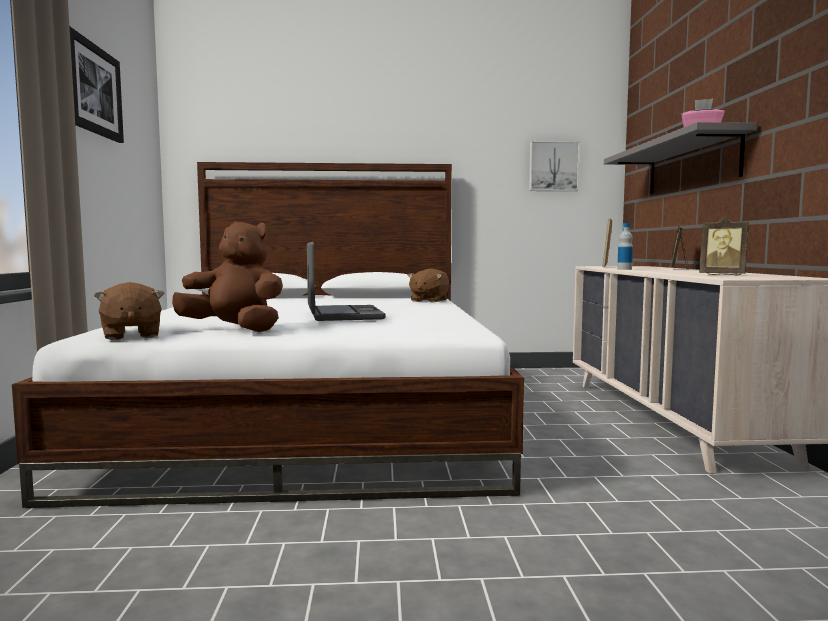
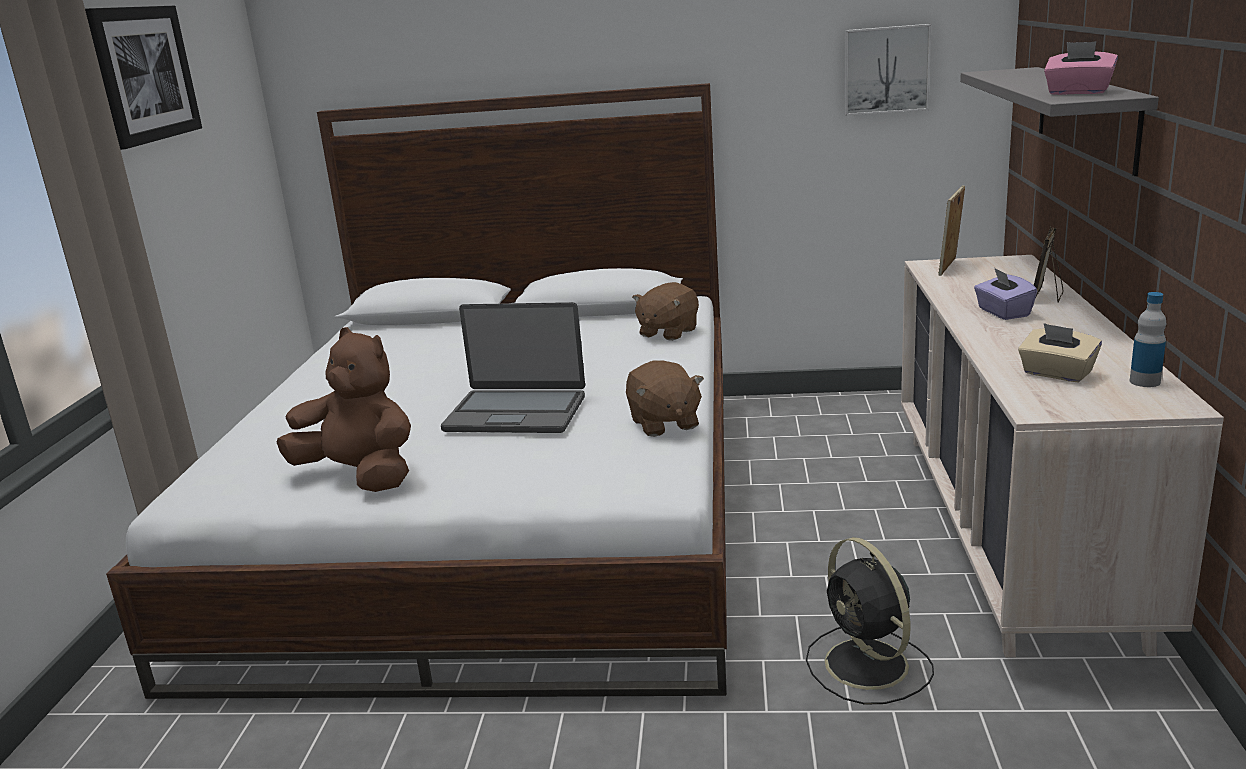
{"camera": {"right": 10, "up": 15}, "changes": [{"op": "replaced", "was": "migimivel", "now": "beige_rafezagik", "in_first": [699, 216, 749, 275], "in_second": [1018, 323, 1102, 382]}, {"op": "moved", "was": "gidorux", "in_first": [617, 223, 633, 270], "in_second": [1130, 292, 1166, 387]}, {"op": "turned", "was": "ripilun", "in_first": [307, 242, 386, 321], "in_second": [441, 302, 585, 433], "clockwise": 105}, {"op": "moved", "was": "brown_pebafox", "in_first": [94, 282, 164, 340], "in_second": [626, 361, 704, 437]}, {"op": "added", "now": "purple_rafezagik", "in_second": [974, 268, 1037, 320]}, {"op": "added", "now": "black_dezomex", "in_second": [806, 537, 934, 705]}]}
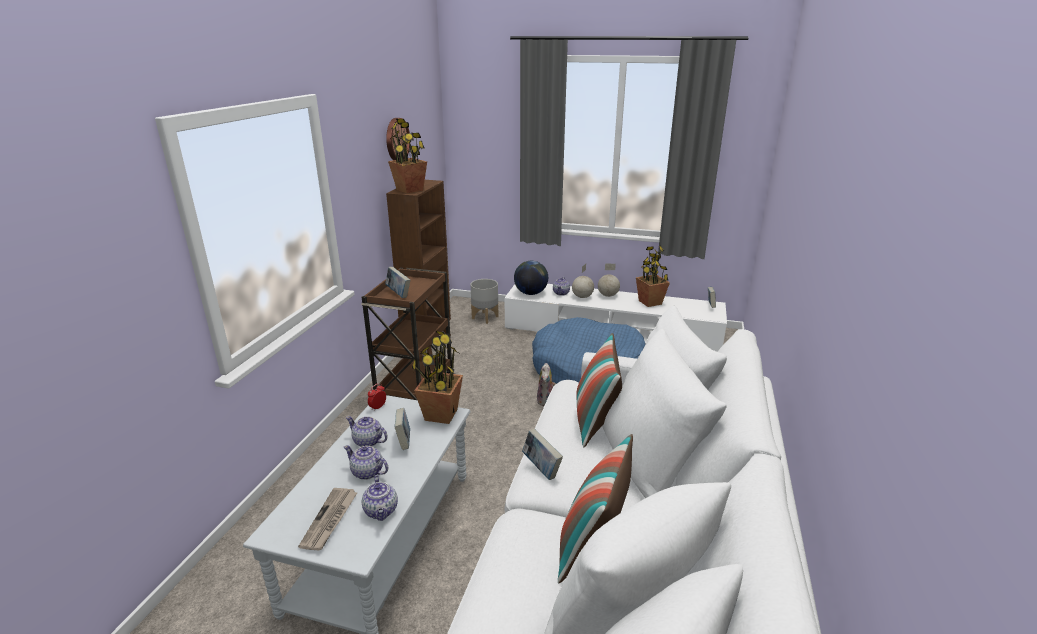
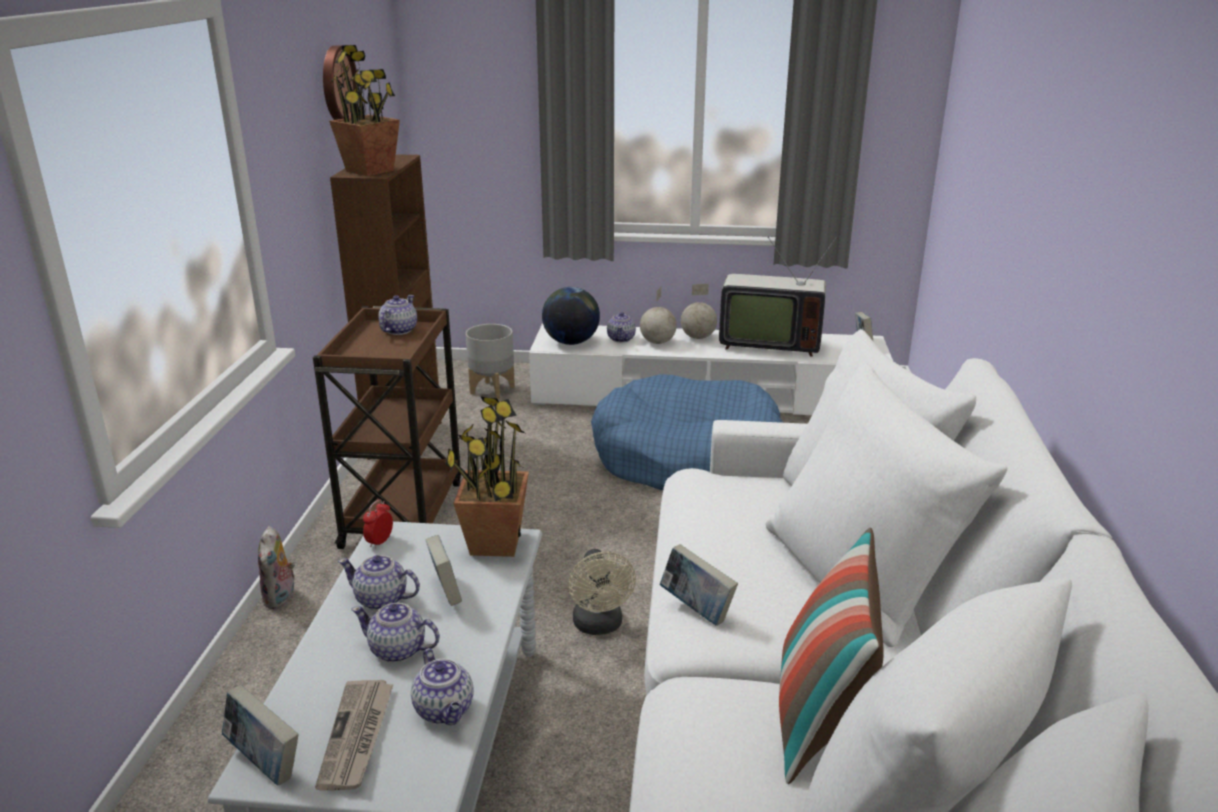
{"camera": {"right": -10, "up": 0}, "changes": [{"op": "replaced", "was": "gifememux", "now": "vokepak", "in_first": [636, 245, 670, 307], "in_second": [719, 237, 837, 357]}, {"op": "moved", "was": "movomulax", "in_first": [385, 267, 410, 298], "in_second": [222, 685, 299, 785]}, {"op": "removed", "was": "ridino", "in_first": [576, 333, 622, 447]}, {"op": "moved", "was": "pebafox", "in_first": [537, 363, 556, 406], "in_second": [258, 526, 297, 609]}, {"op": "added", "now": "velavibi", "in_second": [378, 295, 417, 335]}, {"op": "added", "now": "beige_dezomex", "in_second": [568, 549, 636, 635]}]}
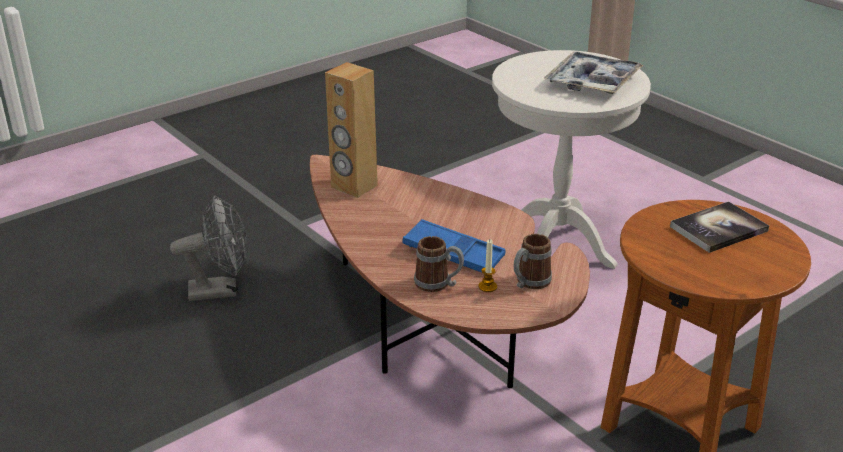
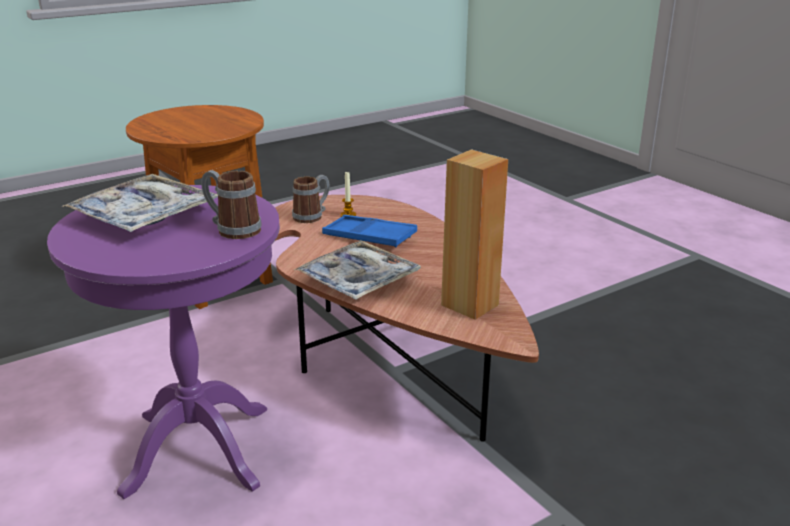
{"camera": {"right": -175, "up": -5}, "changes": [{"op": "recoloured", "was": "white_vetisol", "now": "purple_vetisol", "in_first": [492, 50, 651, 269], "in_second": [47, 185, 280, 499]}, {"op": "removed", "was": "grey_dezomex", "in_first": [170, 196, 248, 301]}, {"op": "removed", "was": "movomulax", "in_first": [670, 201, 769, 253]}, {"op": "moved", "was": "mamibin", "in_first": [414, 236, 464, 292], "in_second": [201, 170, 261, 239]}, {"op": "added", "now": "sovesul", "in_second": [294, 240, 421, 300]}]}
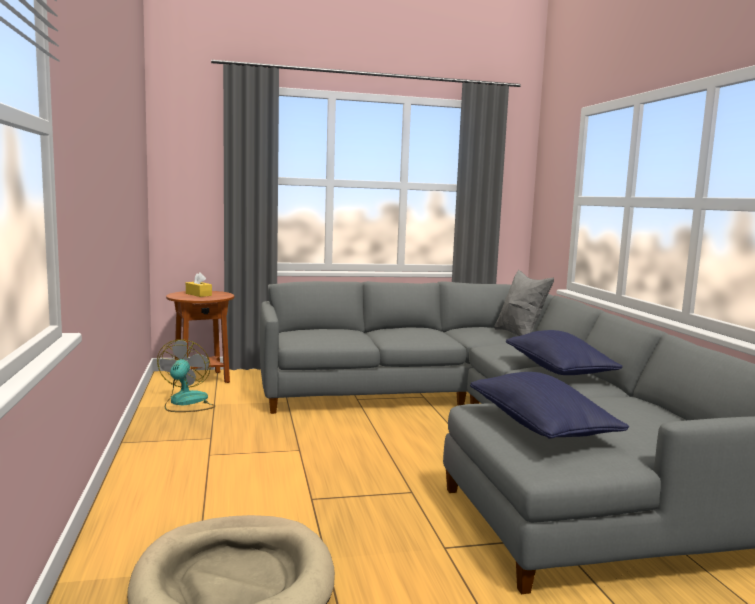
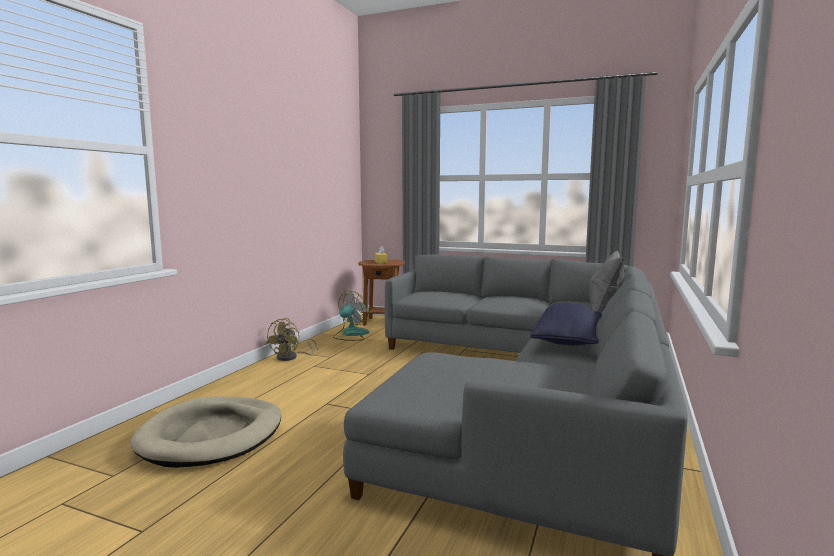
{"camera": {"right": 35, "up": 0}, "changes": [{"op": "removed", "was": "blue_ridino", "in_first": [470, 372, 629, 439]}, {"op": "added", "now": "yellow_dezomex", "in_second": [266, 318, 318, 361]}]}
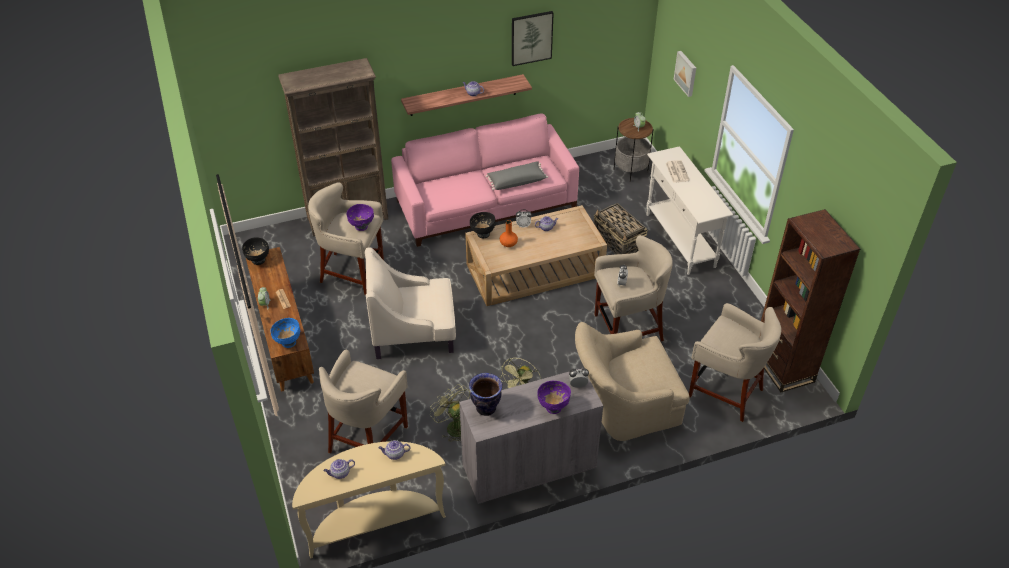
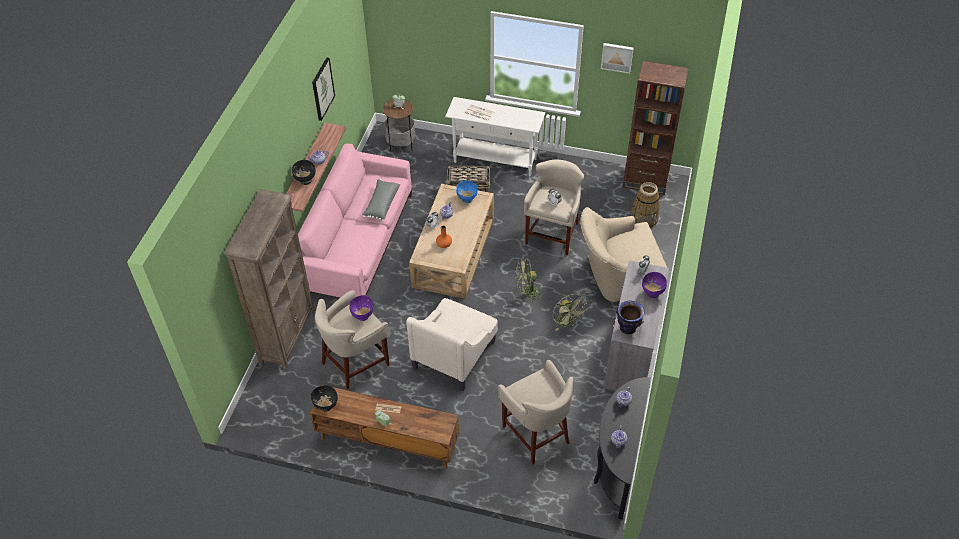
{"camera": {"right": -55, "up": 5}, "changes": [{"op": "moved", "was": "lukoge", "in_first": [674, 51, 696, 97], "in_second": [601, 43, 634, 74]}, {"op": "moved", "was": "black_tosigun", "in_first": [470, 212, 495, 238], "in_second": [292, 160, 316, 185]}, {"op": "replaced", "was": "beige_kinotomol", "now": "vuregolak", "in_first": [689, 303, 781, 422], "in_second": [630, 182, 659, 228]}, {"op": "moved", "was": "blue_tosigun", "in_first": [271, 318, 300, 348], "in_second": [456, 180, 478, 203]}, {"op": "turned", "was": "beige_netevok", "in_first": [575, 322, 690, 441], "in_second": [580, 207, 667, 302], "clockwise": 60}, {"op": "moved", "was": "green_dezomex", "in_first": [430, 385, 470, 442], "in_second": [516, 258, 544, 302]}, {"op": "recoloured", "was": "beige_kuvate", "now": "black_kuvate", "in_first": [292, 441, 446, 559], "in_second": [594, 377, 651, 519]}]}
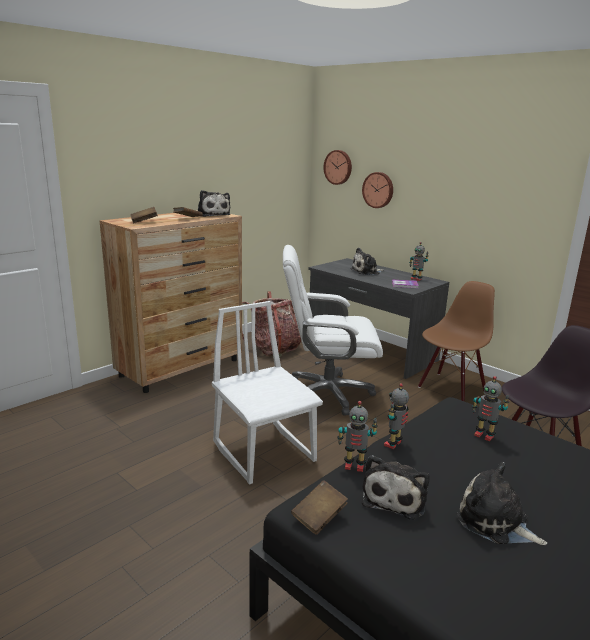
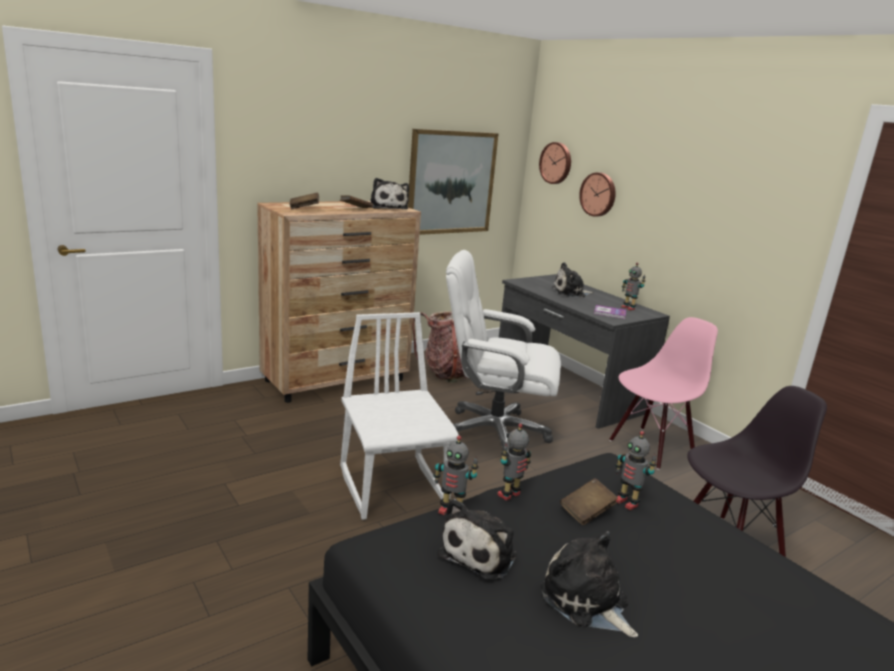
{"camera": {"right": 10, "up": 0}, "changes": [{"op": "recoloured", "was": "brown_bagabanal", "now": "pink_bagabanal", "in_first": [418, 281, 495, 402], "in_second": [609, 317, 718, 470]}, {"op": "moved", "was": "brown_movomulax", "in_first": [291, 480, 348, 535], "in_second": [560, 478, 618, 525]}, {"op": "added", "now": "lukoge", "in_second": [408, 129, 498, 235]}]}
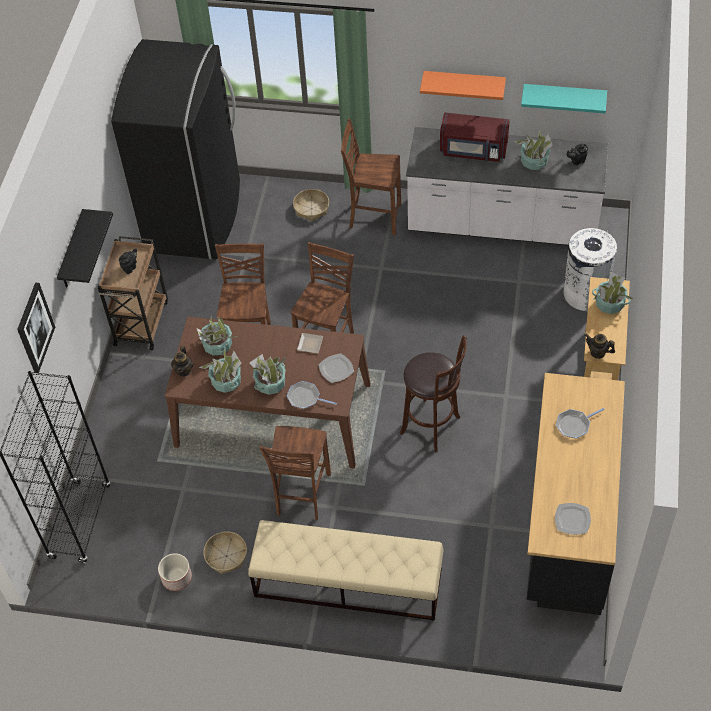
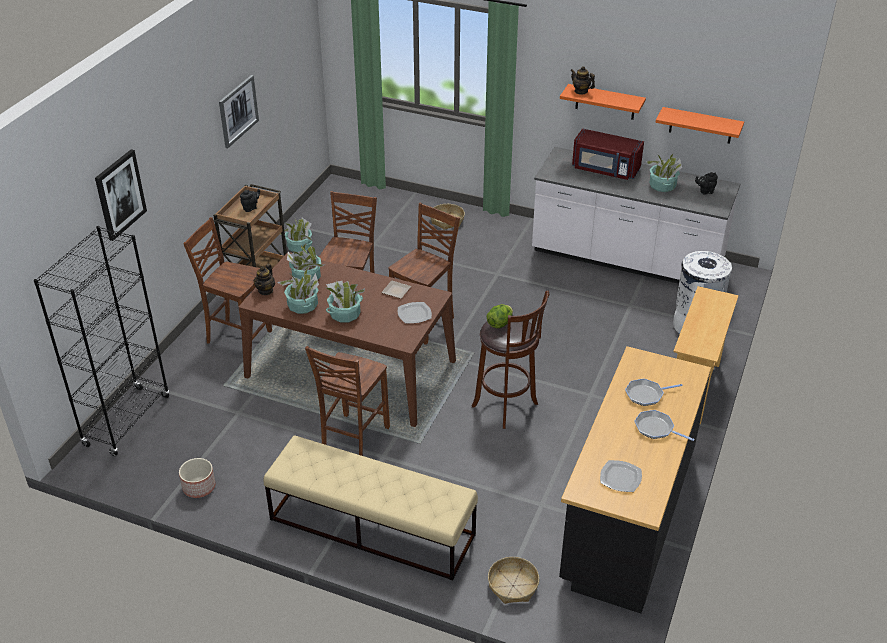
{"camera": {"right": 10, "up": -15}, "changes": [{"op": "removed", "was": "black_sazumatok", "in_first": [111, 39, 240, 259]}, {"op": "recoloured", "was": "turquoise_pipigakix", "now": "orange_pipigakix", "in_first": [521, 84, 607, 113], "in_second": [656, 107, 744, 144]}, {"op": "moved", "was": "brown_bagabanal", "in_first": [341, 119, 401, 235], "in_second": [183, 217, 272, 344]}, {"op": "removed", "was": "black_pipigakix", "in_first": [57, 209, 113, 288]}, {"op": "moved", "was": "gifememux", "in_first": [592, 271, 634, 314], "in_second": [279, 218, 313, 252]}, {"op": "moved", "was": "velavibi", "in_first": [585, 334, 615, 359], "in_second": [570, 66, 595, 95]}, {"op": "moved", "was": "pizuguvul", "in_first": [287, 381, 337, 409], "in_second": [635, 410, 695, 441]}, {"op": "moved", "was": "vuregolak", "in_first": [204, 531, 247, 574], "in_second": [488, 557, 539, 604]}, {"op": "added", "now": "lukoge", "in_second": [219, 75, 259, 148]}, {"op": "added", "now": "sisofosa", "in_second": [487, 304, 513, 328]}]}
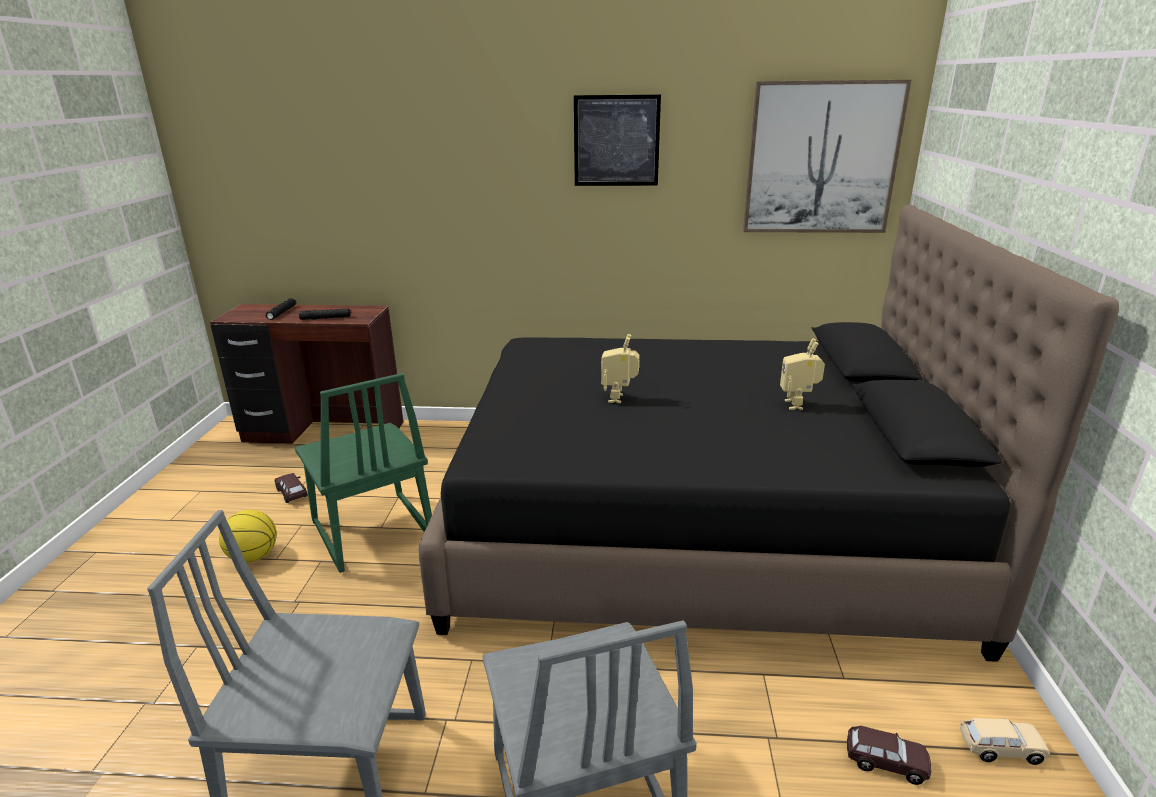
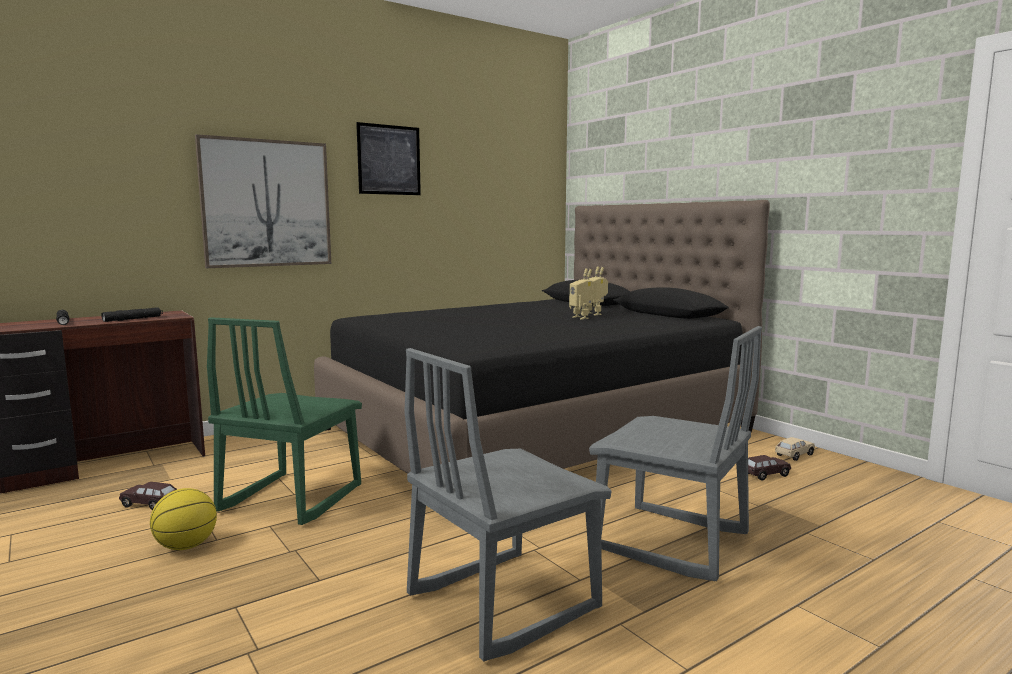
{"camera": {"right": -40, "up": -15}, "changes": [{"op": "moved", "was": "lukoge", "in_first": [743, 80, 912, 233], "in_second": [195, 134, 331, 268]}, {"op": "moved", "was": "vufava", "in_first": [601, 334, 640, 403], "in_second": [569, 268, 597, 319]}, {"op": "turned", "was": "green_bagabanal", "in_first": [295, 373, 432, 573], "in_second": [207, 317, 362, 525], "clockwise": 90}]}
